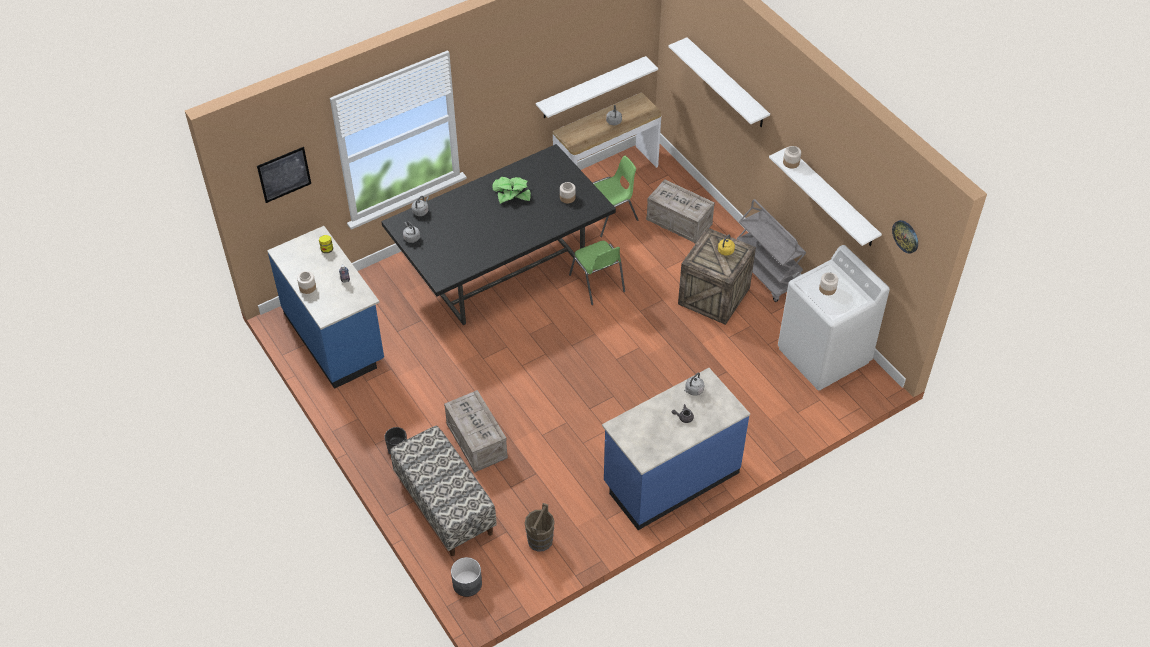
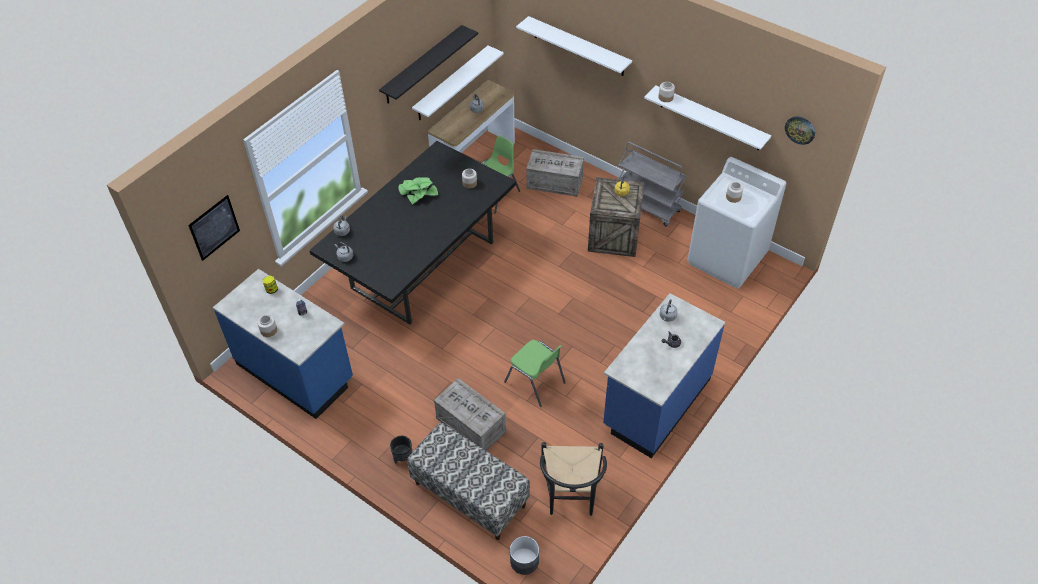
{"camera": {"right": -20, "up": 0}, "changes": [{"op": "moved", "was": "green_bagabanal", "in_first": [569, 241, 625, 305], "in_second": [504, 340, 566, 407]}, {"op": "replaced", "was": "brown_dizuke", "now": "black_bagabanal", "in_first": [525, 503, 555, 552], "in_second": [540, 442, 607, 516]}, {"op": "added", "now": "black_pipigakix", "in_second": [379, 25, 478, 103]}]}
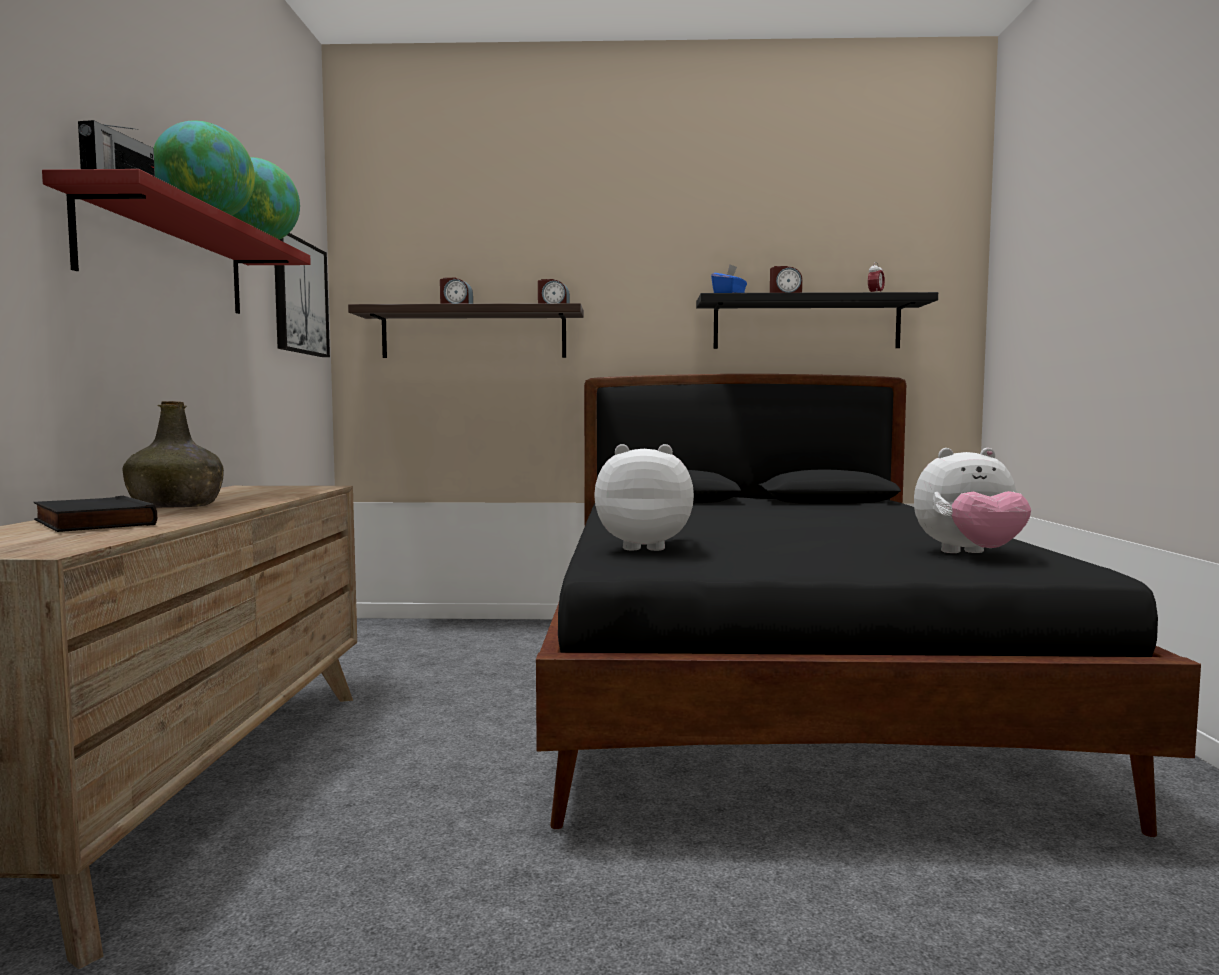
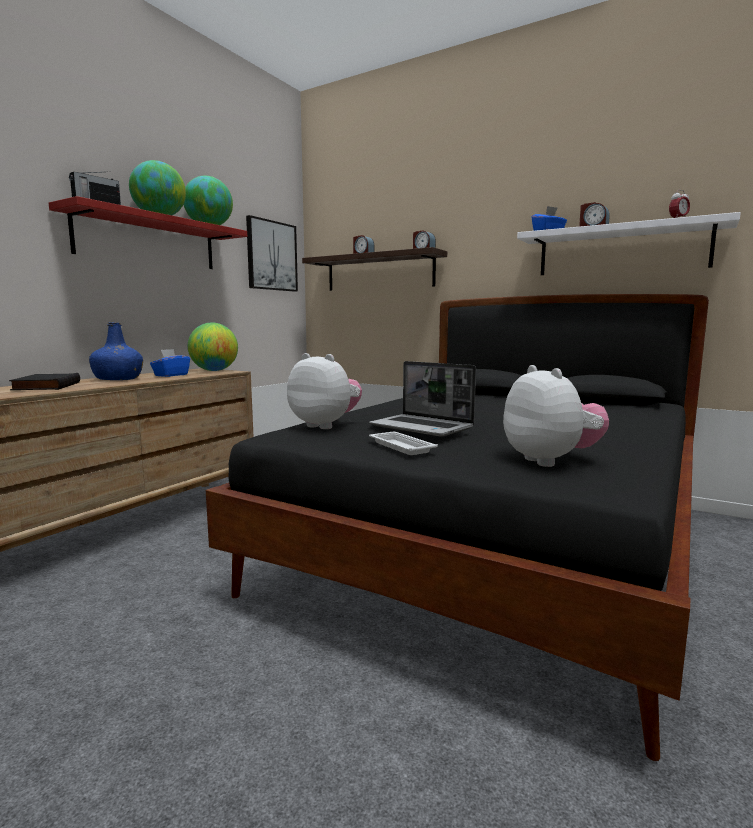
{"camera": {"right": 30, "up": 5}, "changes": [{"op": "recoloured", "was": "black_pipigakix", "now": "white_pipigakix", "in_first": [696, 292, 938, 349], "in_second": [517, 212, 741, 275]}, {"op": "recoloured", "was": "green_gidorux", "now": "blue_gidorux", "in_first": [122, 401, 224, 508], "in_second": [89, 322, 143, 380]}, {"op": "turned", "was": "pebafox", "in_first": [914, 448, 1031, 553], "in_second": [503, 365, 609, 467], "clockwise": -135}, {"op": "added", "now": "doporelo", "in_second": [188, 323, 238, 371]}, {"op": "added", "now": "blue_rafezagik", "in_second": [150, 349, 190, 377]}, {"op": "added", "now": "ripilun", "in_second": [369, 361, 476, 437]}, {"op": "added", "now": "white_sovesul", "in_second": [369, 432, 438, 455]}]}
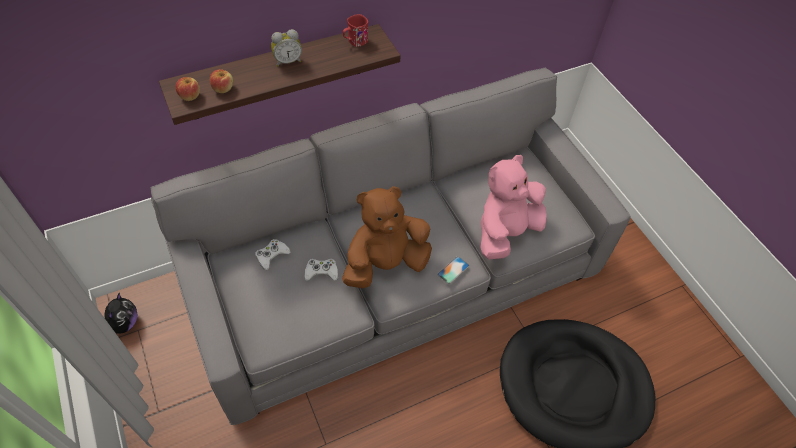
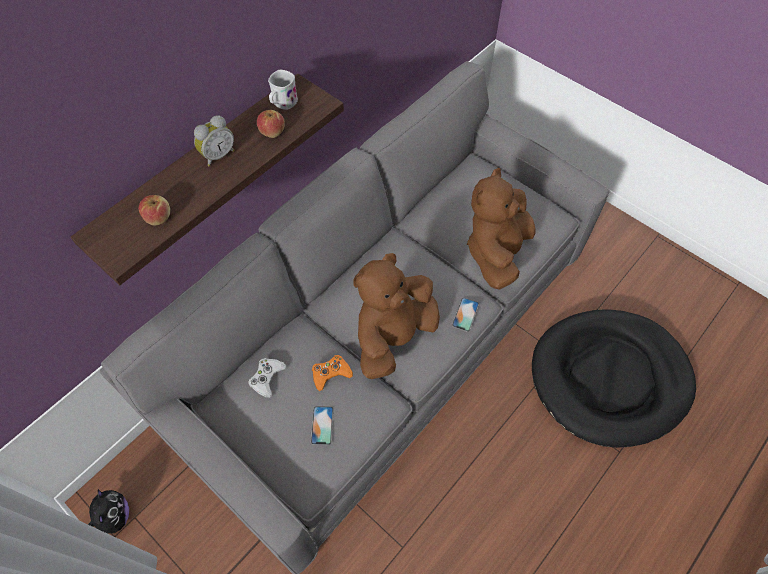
{"camera": {"right": -20, "up": 5}, "changes": [{"op": "recoloured", "was": "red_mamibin", "now": "white_mamibin", "in_first": [343, 14, 368, 47], "in_second": [268, 70, 298, 110]}, {"op": "moved", "was": "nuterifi", "in_first": [175, 77, 200, 101], "in_second": [257, 110, 285, 138]}, {"op": "recoloured", "was": "pink_pebafox", "now": "brown_pebafox", "in_first": [480, 155, 547, 259], "in_second": [467, 168, 536, 290]}, {"op": "recoloured", "was": "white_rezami", "now": "orange_rezami", "in_first": [304, 259, 338, 281], "in_second": [312, 355, 353, 391]}, {"op": "added", "now": "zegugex", "in_second": [311, 406, 334, 445]}]}
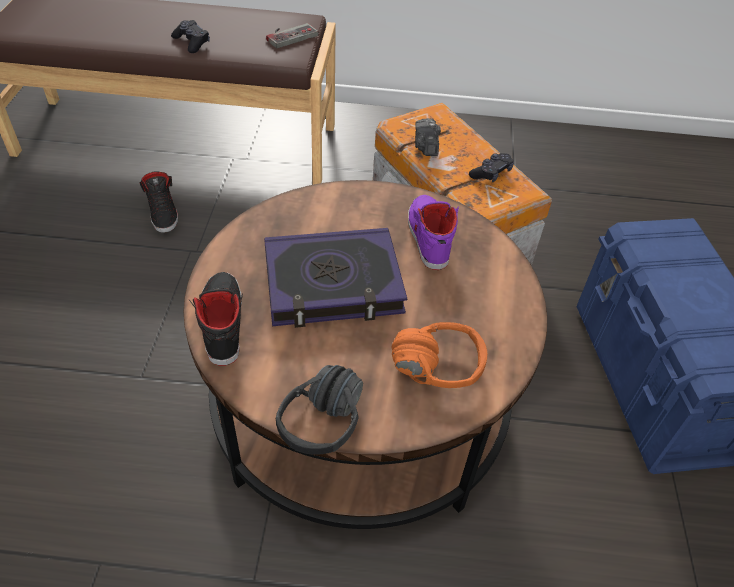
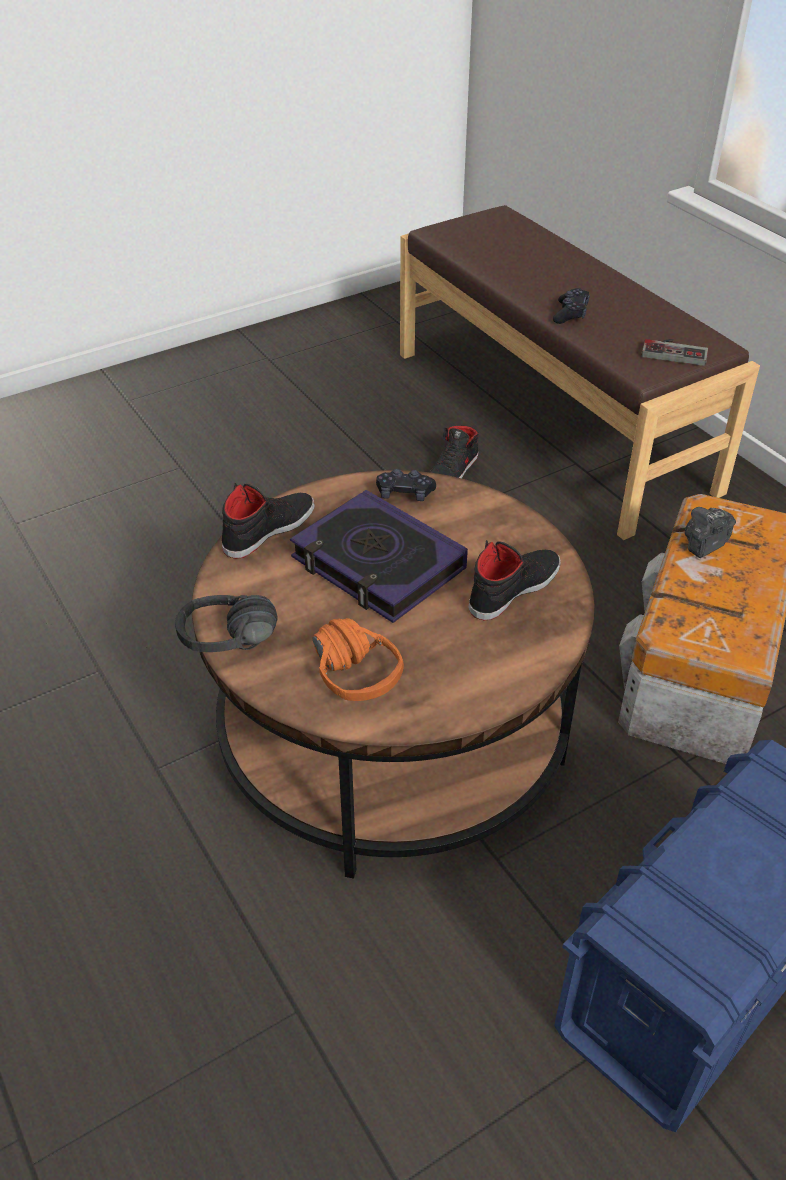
{"camera": {"right": 55, "up": -5}, "changes": [{"op": "moved", "was": "black_rezami", "in_first": [469, 153, 514, 182], "in_second": [376, 469, 436, 501]}, {"op": "recoloured", "was": "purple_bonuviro", "now": "black_bonuviro", "in_first": [408, 195, 459, 270], "in_second": [469, 540, 560, 621]}]}
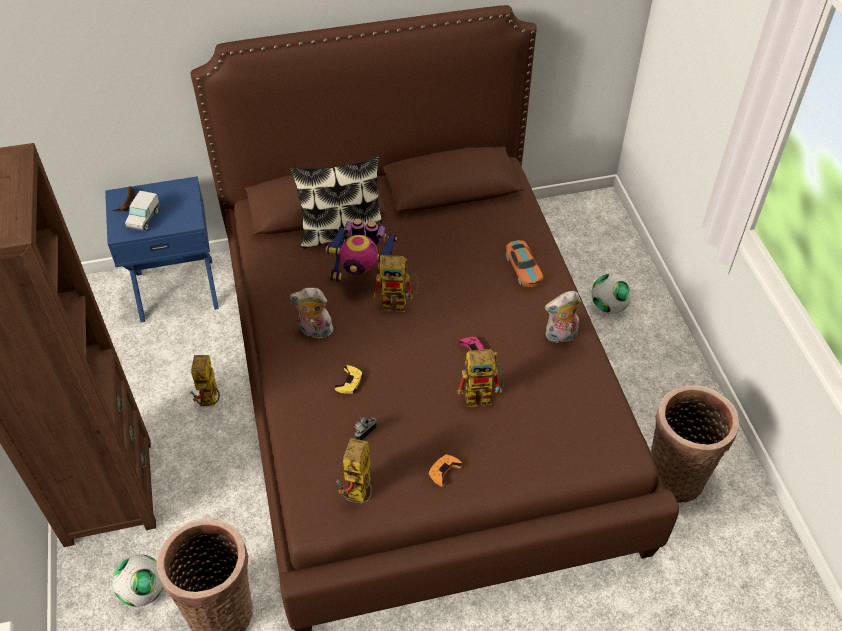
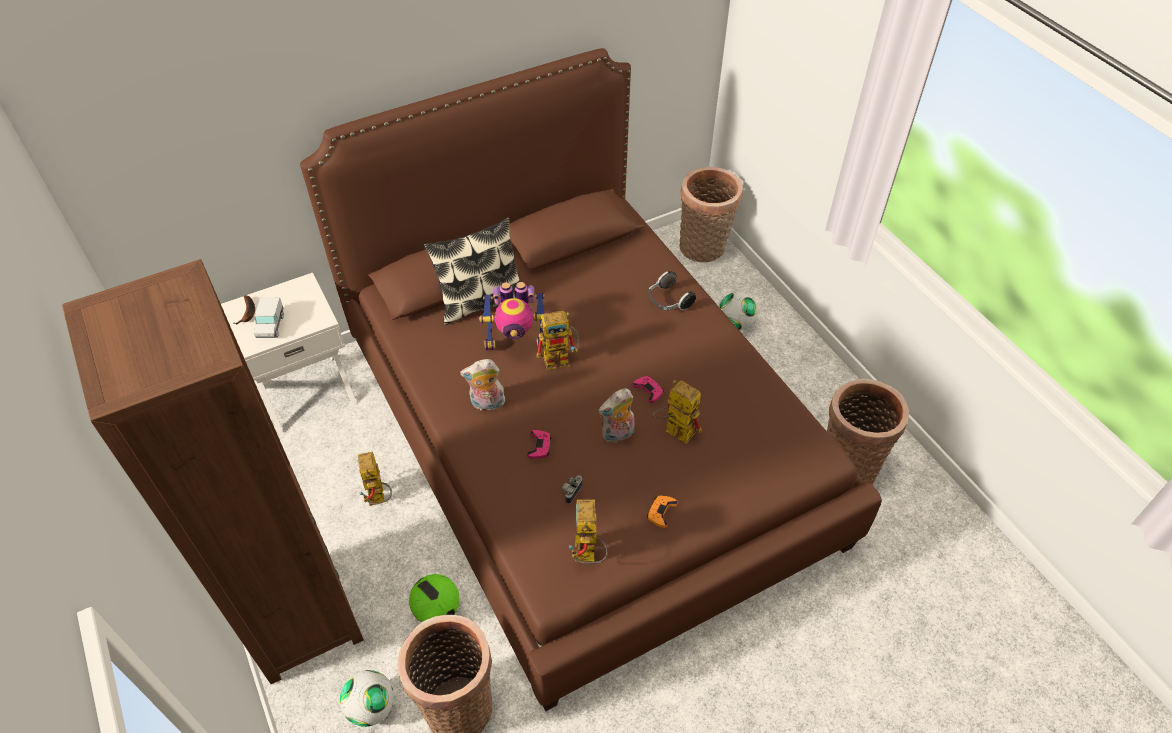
{"camera": {"right": -15, "up": 0}, "changes": [{"op": "recoloured", "was": "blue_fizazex", "now": "white_fizazex", "in_first": [105, 176, 219, 323], "in_second": [221, 273, 357, 435]}, {"op": "replaced", "was": "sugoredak", "now": "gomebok", "in_first": [506, 240, 543, 287], "in_second": [648, 271, 696, 310]}, {"op": "moved", "was": "pebafox", "in_first": [545, 291, 581, 343], "in_second": [598, 388, 635, 444]}, {"op": "turned", "was": "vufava", "in_first": [457, 349, 504, 407], "in_second": [652, 380, 702, 444], "clockwise": -120}, {"op": "recoloured", "was": "yellow_rezami", "now": "pink_rezami", "in_first": [335, 365, 363, 394], "in_second": [527, 430, 552, 459]}, {"op": "added", "now": "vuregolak", "in_second": [679, 167, 743, 263]}, {"op": "added", "now": "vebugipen", "in_second": [409, 574, 460, 622]}]}
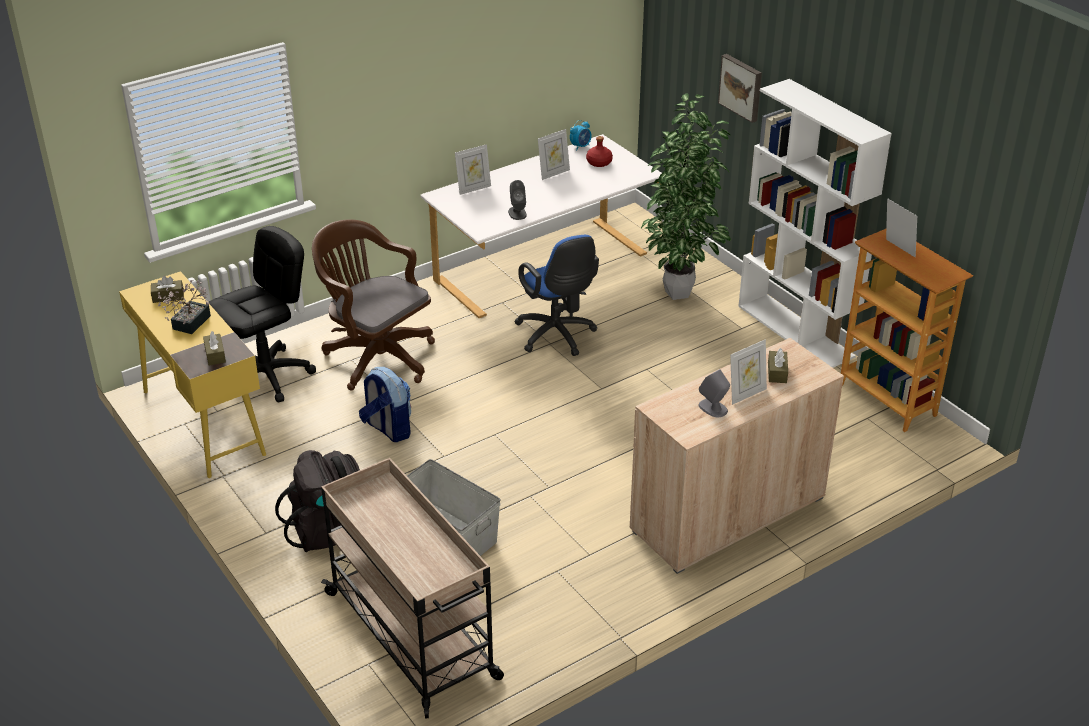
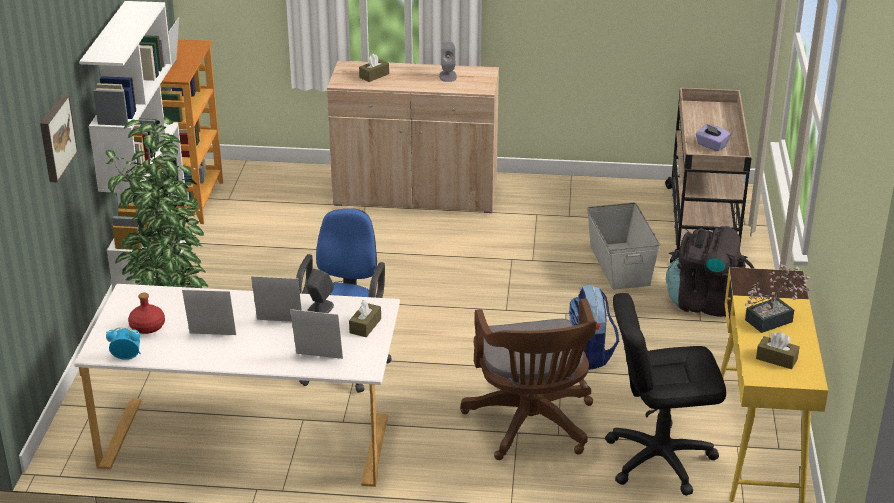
{"camera": {"right": -140, "up": -5}, "changes": [{"op": "moved", "was": "brown_rafezagik", "in_first": [203, 331, 226, 365], "in_second": [349, 300, 381, 337]}, {"op": "moved", "was": "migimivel", "in_first": [730, 339, 767, 405], "in_second": [251, 276, 302, 322]}, {"op": "added", "now": "purple_rafezagik", "in_second": [696, 124, 731, 151]}]}
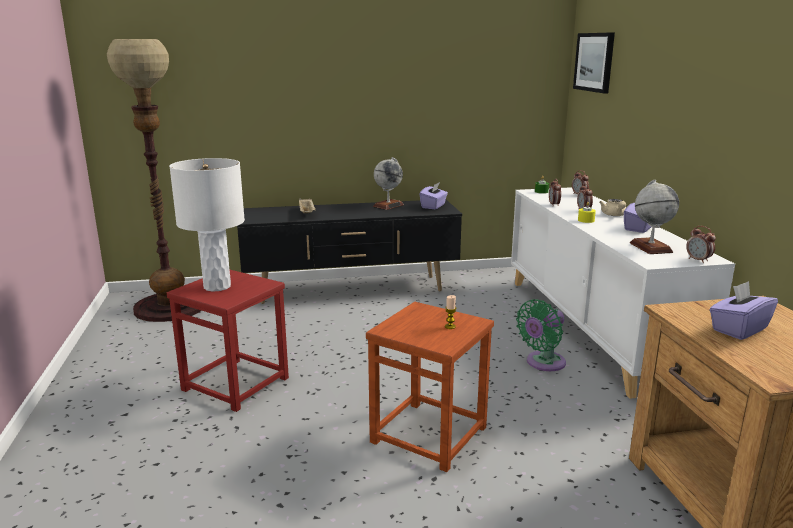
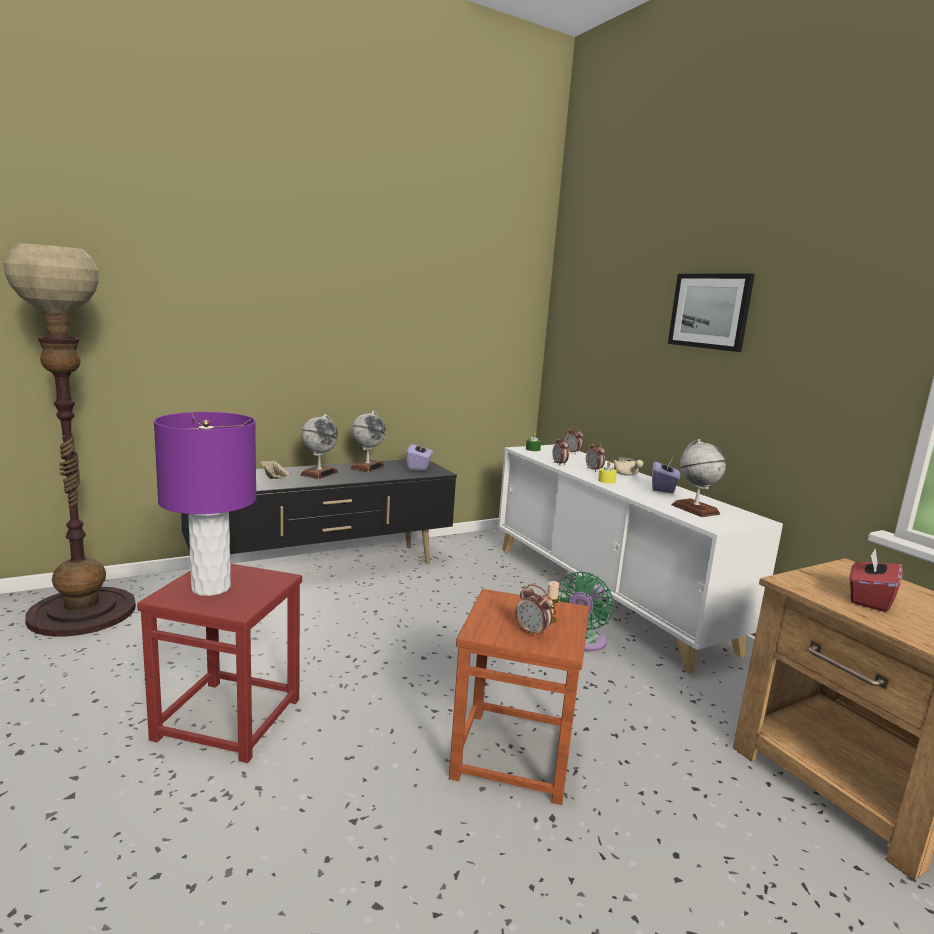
{"camera": {"right": -20, "up": -5}, "changes": [{"op": "moved", "was": "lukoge", "in_first": [573, 33, 615, 93], "in_second": [668, 273, 755, 352]}, {"op": "recoloured", "was": "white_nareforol", "now": "purple_nareforol", "in_first": [169, 158, 245, 292], "in_second": [154, 412, 257, 596]}, {"op": "moved", "was": "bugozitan", "in_first": [686, 226, 716, 263], "in_second": [516, 584, 553, 638]}, {"op": "recoloured", "was": "purple_rafezagik", "now": "red_rafezagik", "in_first": [710, 281, 778, 340], "in_second": [849, 548, 903, 612]}, {"op": "added", "now": "doporelo", "in_second": [300, 414, 338, 479]}]}
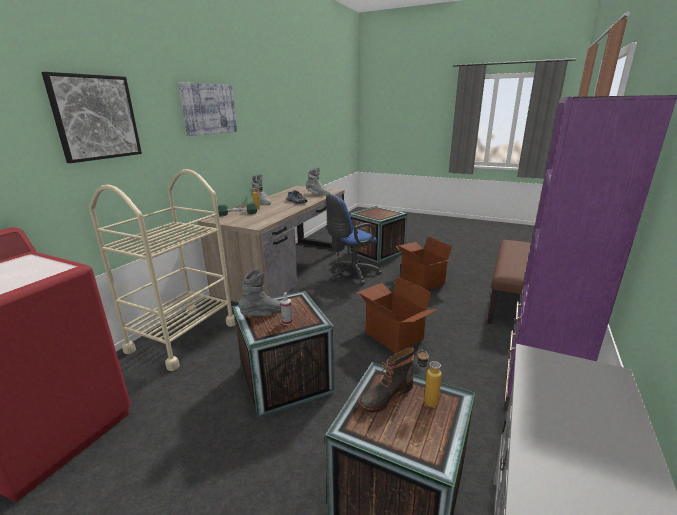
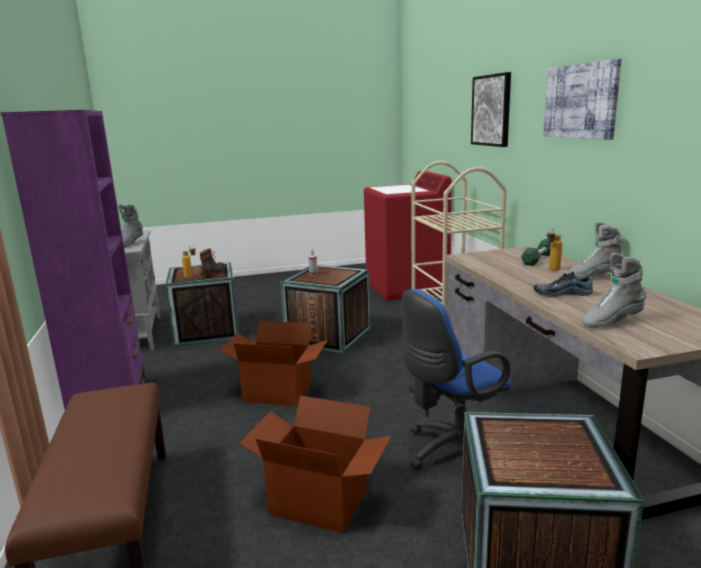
{"camera": {"right": 140, "up": -5}, "changes": [{"op": "turned", "was": "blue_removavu", "in_first": [326, 195, 382, 285], "in_second": [402, 289, 512, 470], "clockwise": -135}, {"op": "moved", "was": "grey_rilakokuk", "in_first": [238, 269, 281, 316], "in_second": [119, 205, 143, 248]}]}
